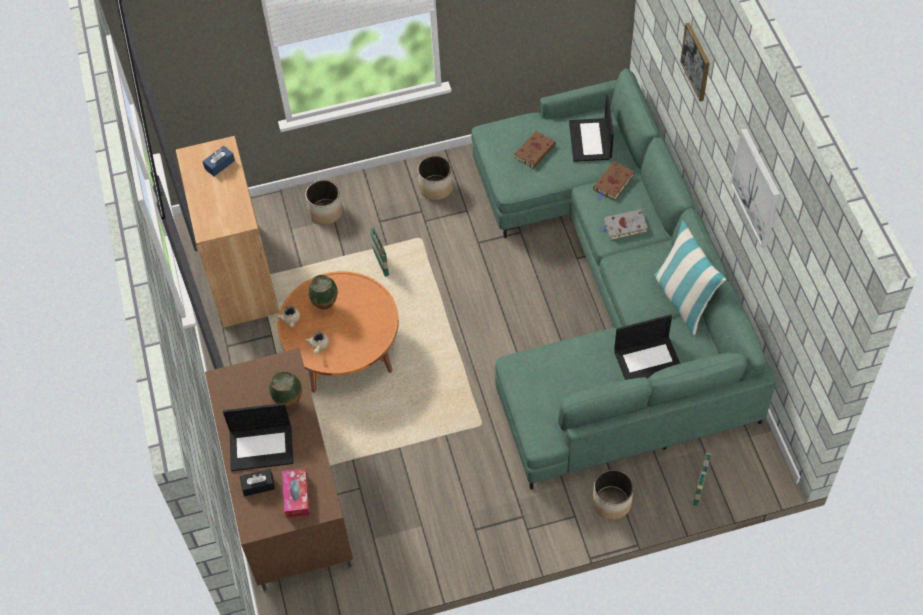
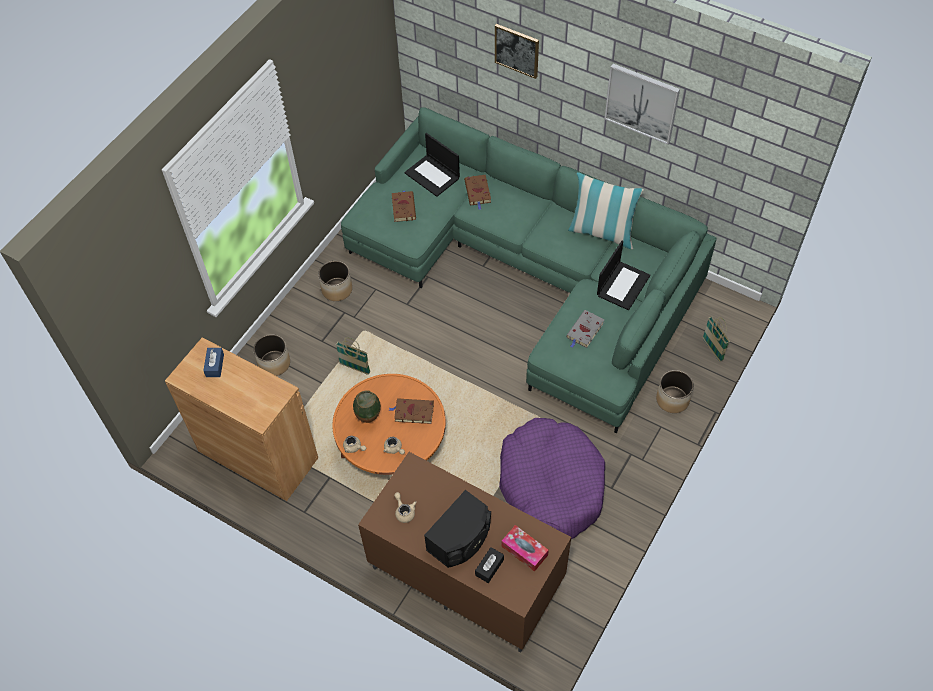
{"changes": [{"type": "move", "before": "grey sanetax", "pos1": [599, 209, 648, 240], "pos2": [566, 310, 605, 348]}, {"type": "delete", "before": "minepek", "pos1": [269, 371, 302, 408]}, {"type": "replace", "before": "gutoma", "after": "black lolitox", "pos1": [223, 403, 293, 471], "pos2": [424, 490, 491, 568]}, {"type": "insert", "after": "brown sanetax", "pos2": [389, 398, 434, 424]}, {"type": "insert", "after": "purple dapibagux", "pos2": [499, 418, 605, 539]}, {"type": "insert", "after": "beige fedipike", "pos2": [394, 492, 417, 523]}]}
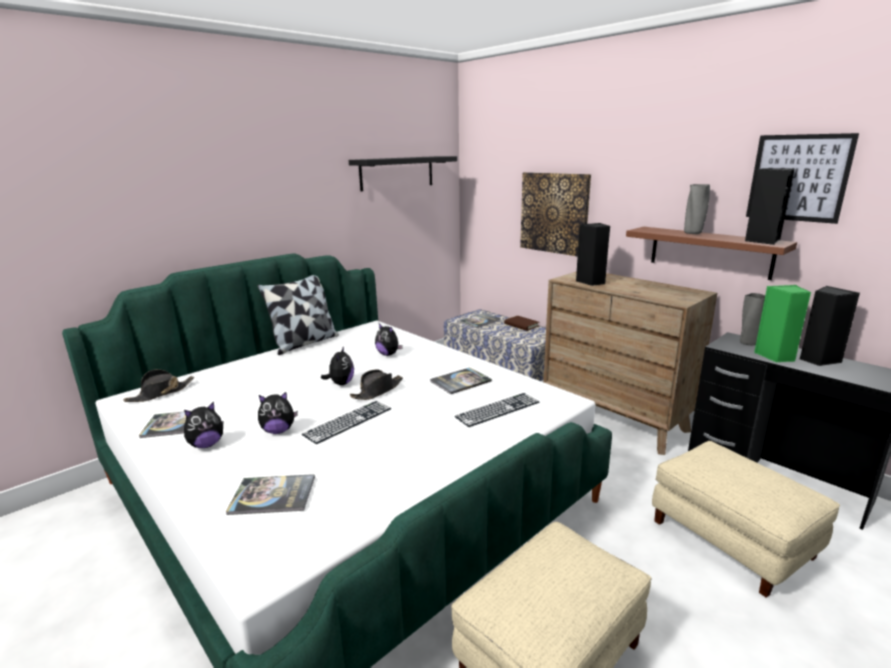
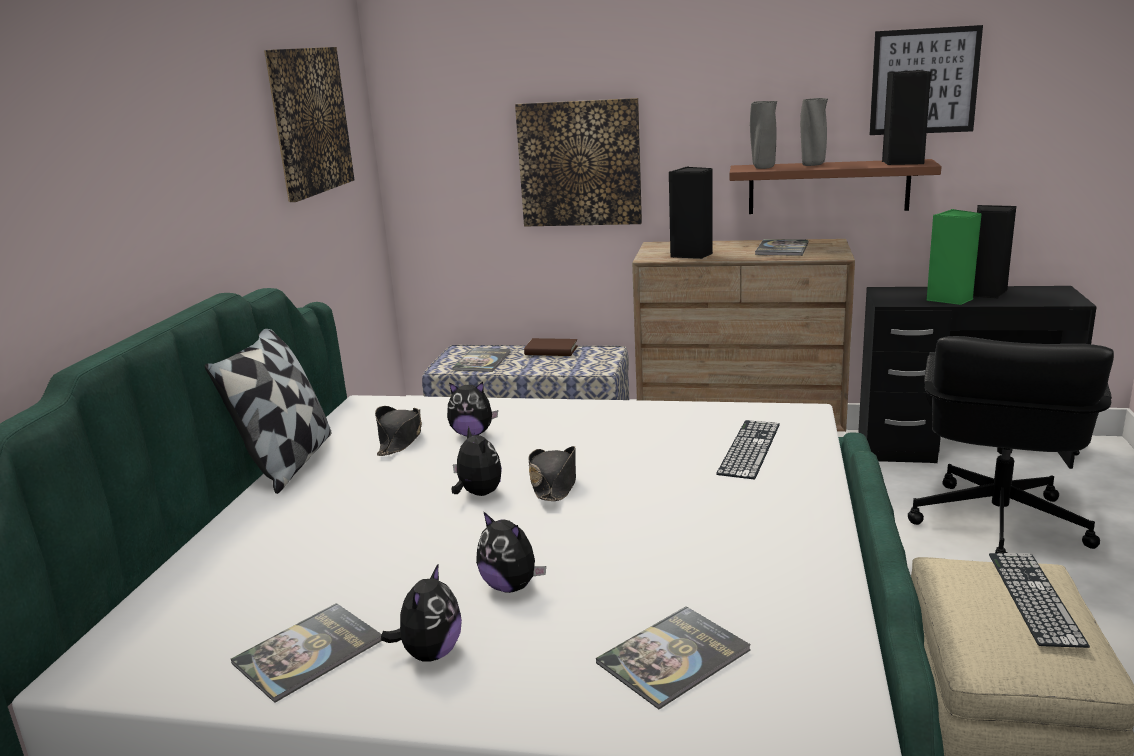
{"changes": [{"type": "replace", "before": "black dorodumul", "after": "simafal", "pos1": [349, 156, 457, 191], "pos2": [264, 47, 354, 202]}, {"type": "move", "before": "grey minepek", "pos1": [740, 293, 765, 345], "pos2": [750, 101, 777, 169]}, {"type": "move", "before": "sanetax", "pos1": [430, 367, 492, 394], "pos2": [755, 239, 809, 256]}, {"type": "move", "before": "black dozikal", "pos1": [123, 369, 194, 402], "pos2": [375, 406, 422, 456]}, {"type": "rotate", "before": "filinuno", "pos1": [258, 392, 298, 434], "pos2": [476, 511, 546, 593], "turn": 90}, {"type": "move", "before": "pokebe", "pos1": [302, 401, 391, 444], "pos2": [989, 553, 1090, 648]}, {"type": "replace", "before": "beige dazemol", "after": "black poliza", "pos1": [652, 441, 840, 598], "pos2": [908, 336, 1114, 553]}]}
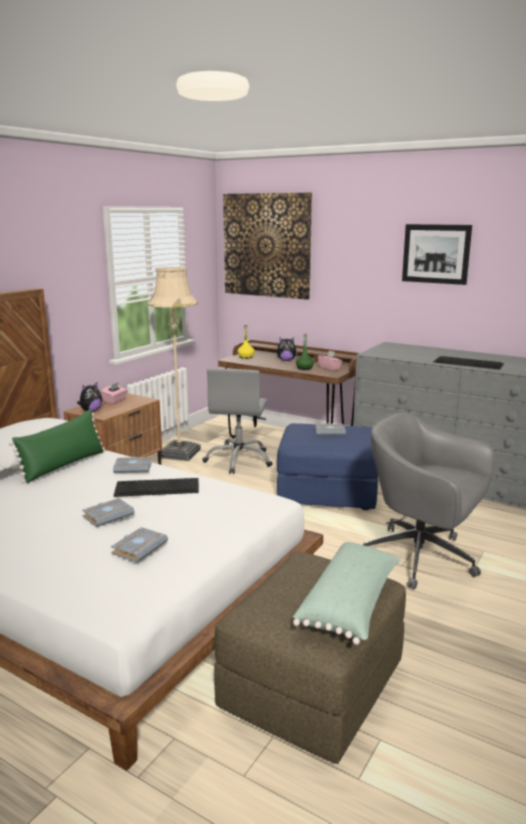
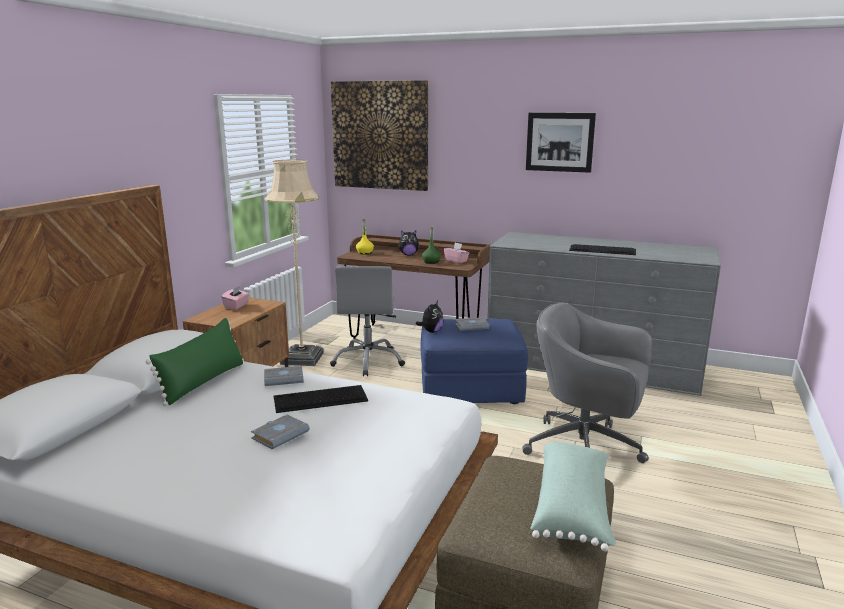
{"changes": [{"type": "move", "before": "filinuno", "pos1": [77, 382, 102, 412], "pos2": [416, 301, 443, 333]}, {"type": "delete", "before": "grey sanetax", "pos1": [111, 527, 168, 562]}]}
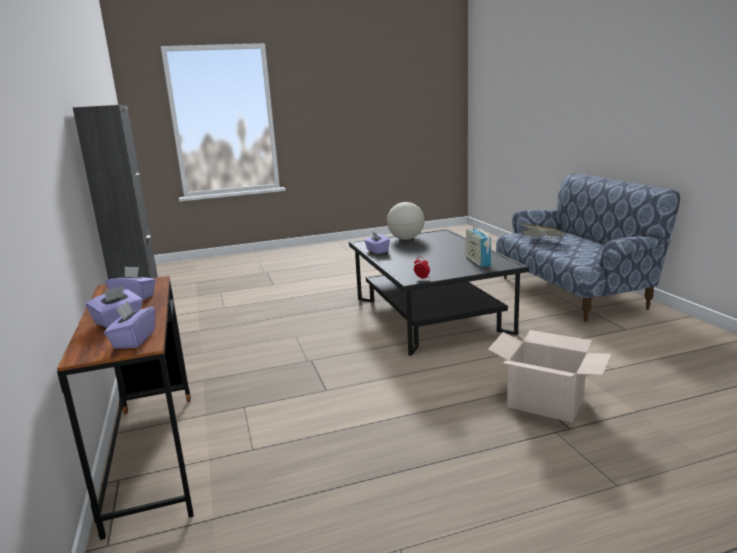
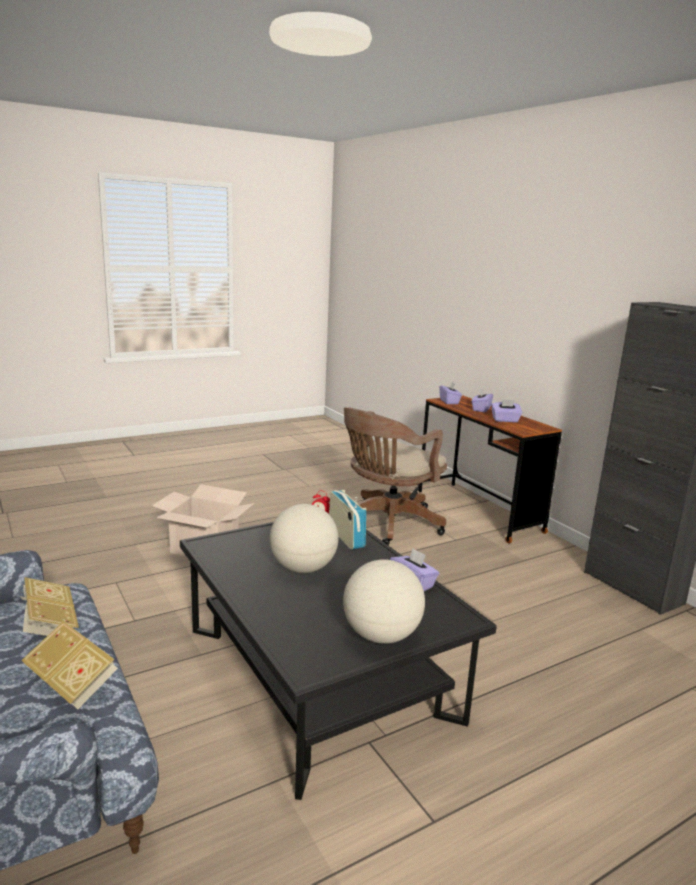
{"changes": [{"type": "move", "before": "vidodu", "pos1": [465, 223, 492, 268], "pos2": [329, 490, 366, 550]}, {"type": "insert", "after": "brown poliza", "pos2": [344, 407, 447, 545]}, {"type": "insert", "after": "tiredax", "pos2": [270, 504, 338, 573]}, {"type": "insert", "after": "sanetax", "pos2": [20, 577, 79, 636]}]}
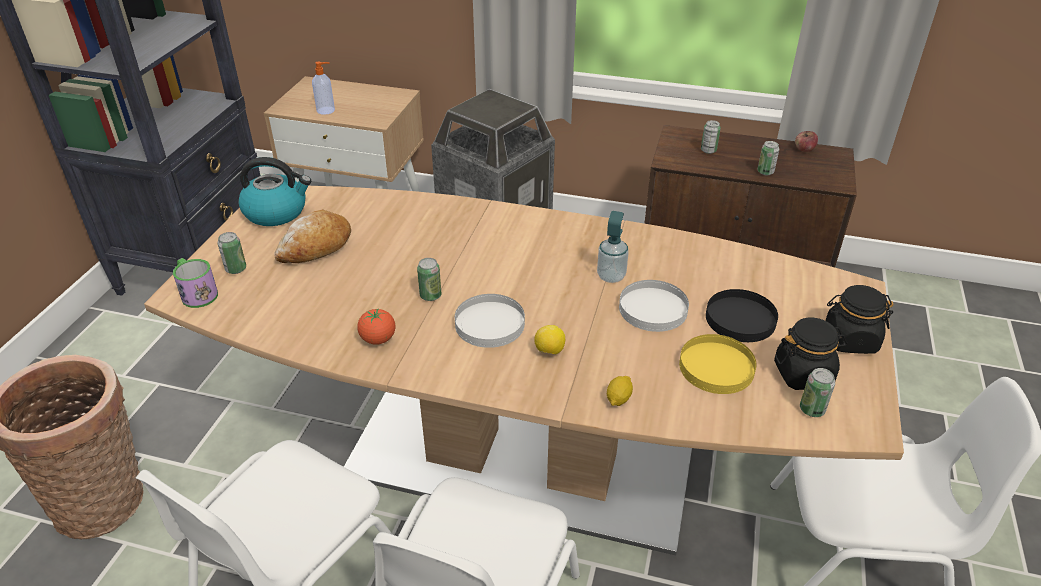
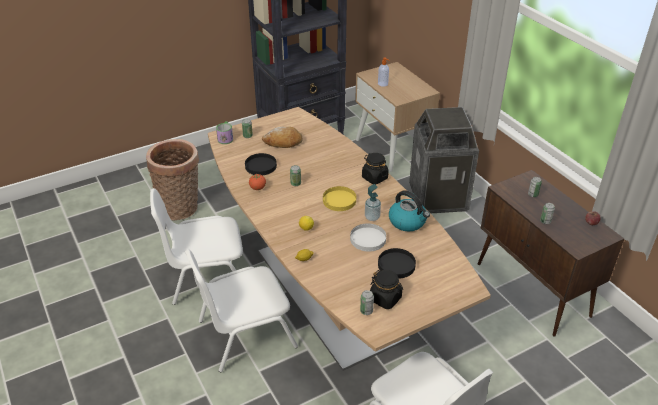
{"changes": [{"type": "move", "before": "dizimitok", "pos1": [238, 157, 311, 226], "pos2": [389, 190, 430, 231]}, {"type": "move", "before": "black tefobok", "pos1": [825, 285, 893, 354], "pos2": [362, 153, 389, 184]}, {"type": "delete", "before": "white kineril", "pos1": [455, 294, 525, 348]}, {"type": "move", "before": "yellow kineril", "pos1": [679, 334, 757, 394], "pos2": [323, 186, 356, 211]}, {"type": "insert", "after": "black kineril", "pos2": [245, 153, 277, 176]}]}
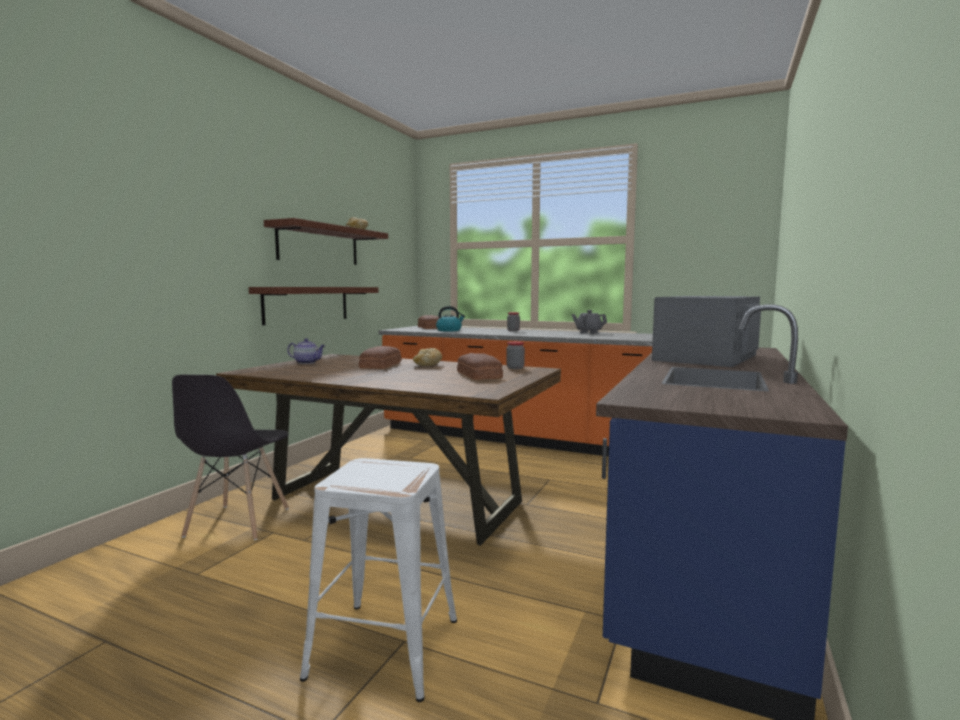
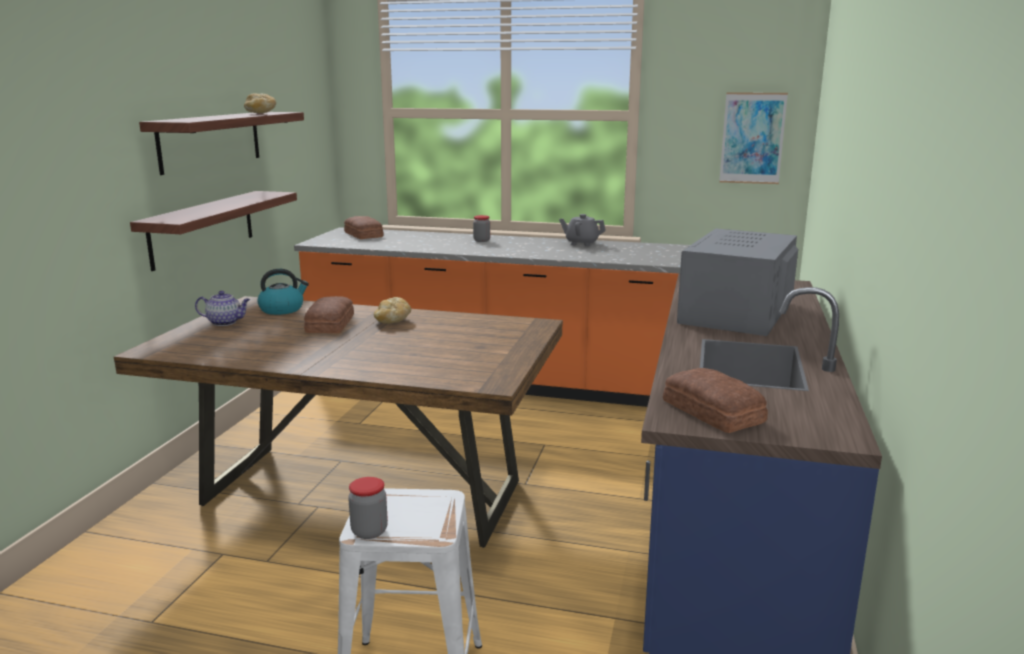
{"changes": [{"type": "move", "before": "dizimitok", "pos1": [436, 306, 465, 331], "pos2": [257, 269, 309, 315]}, {"type": "move", "before": "tefobok", "pos1": [506, 341, 525, 369], "pos2": [348, 477, 388, 539]}, {"type": "move", "before": "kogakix", "pos1": [457, 353, 503, 380], "pos2": [663, 368, 768, 433]}, {"type": "delete", "before": "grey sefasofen", "pos1": [172, 375, 289, 540]}, {"type": "insert", "after": "simafal", "pos2": [719, 92, 788, 184]}]}
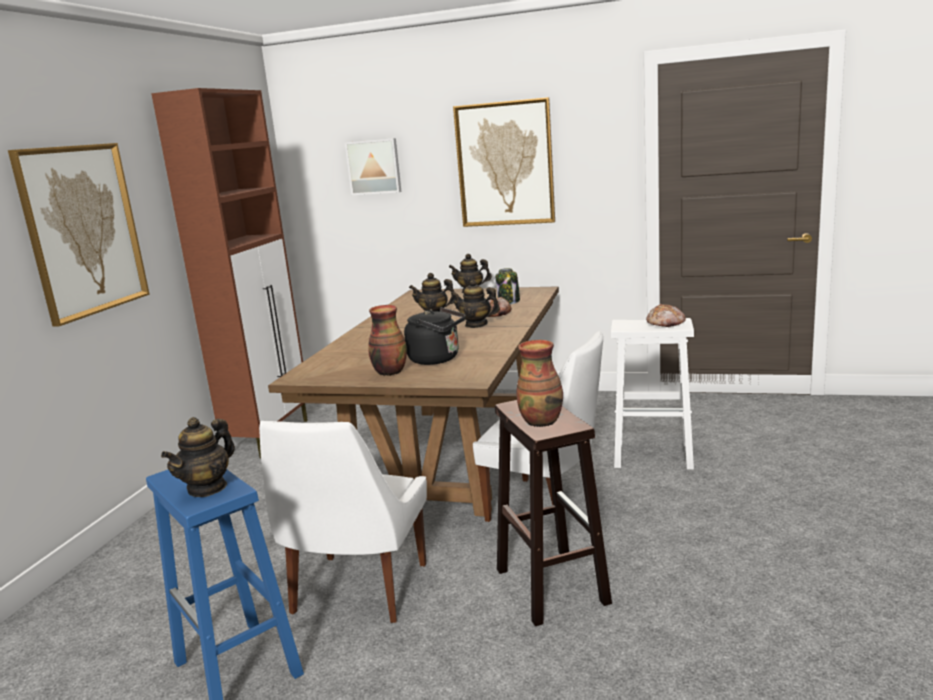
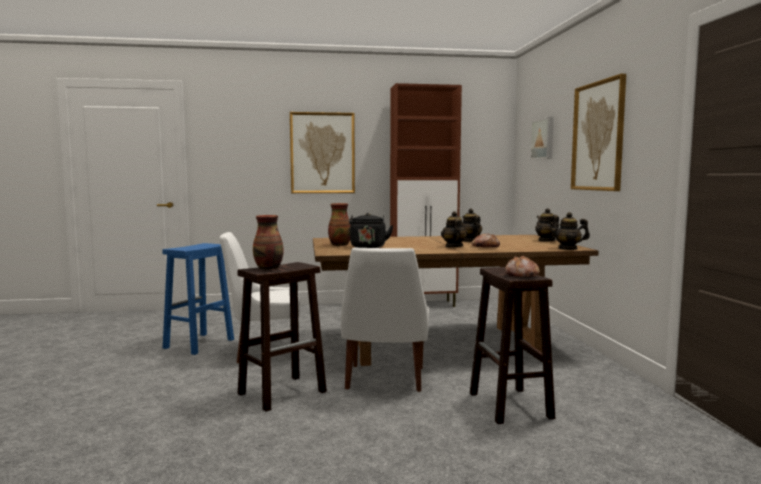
{"changes": [{"type": "delete", "before": "tefobok", "pos1": [495, 268, 520, 304]}, {"type": "recolor", "before": "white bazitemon", "after": "brown bazitemon", "pos1": [611, 318, 694, 470], "pos2": [470, 267, 555, 424]}, {"type": "move", "before": "fedipike", "pos1": [161, 417, 235, 497], "pos2": [549, 212, 590, 250]}]}
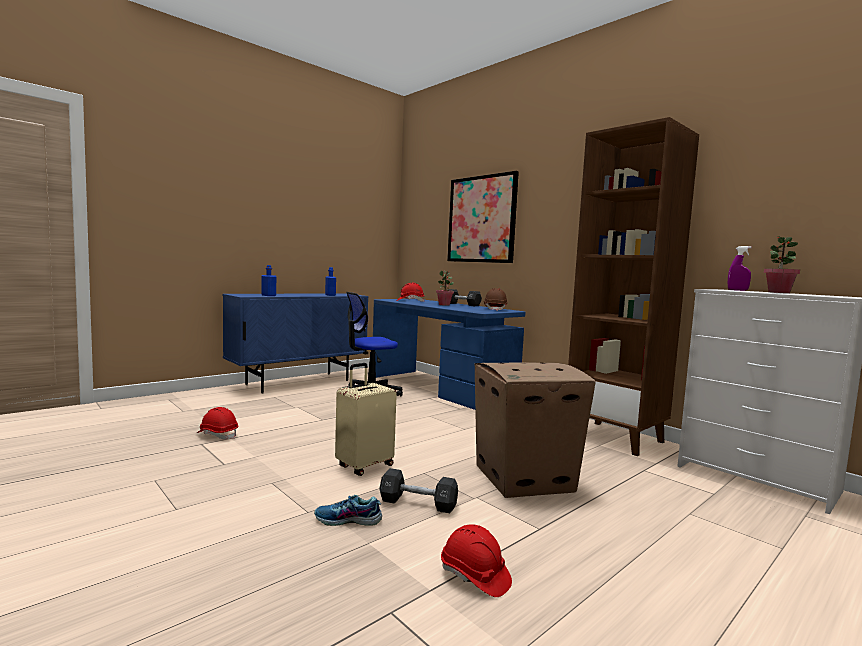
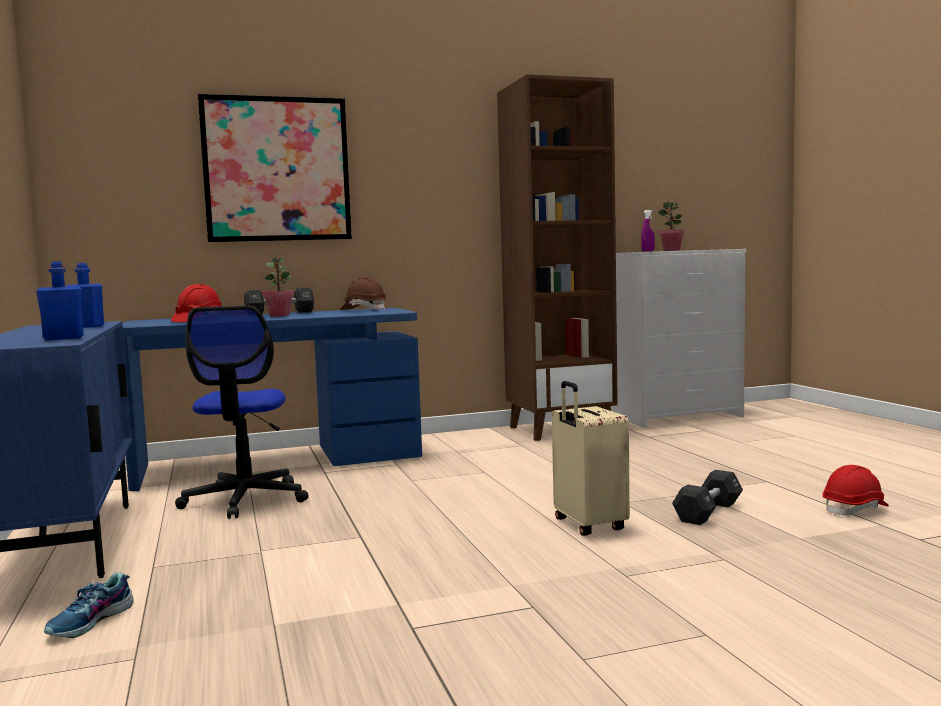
{"changes": [{"type": "delete", "before": "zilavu", "pos1": [475, 363, 596, 498]}, {"type": "delete", "before": "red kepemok", "pos1": [197, 407, 238, 439]}, {"type": "move", "before": "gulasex", "pos1": [314, 495, 382, 526], "pos2": [44, 572, 134, 638]}]}
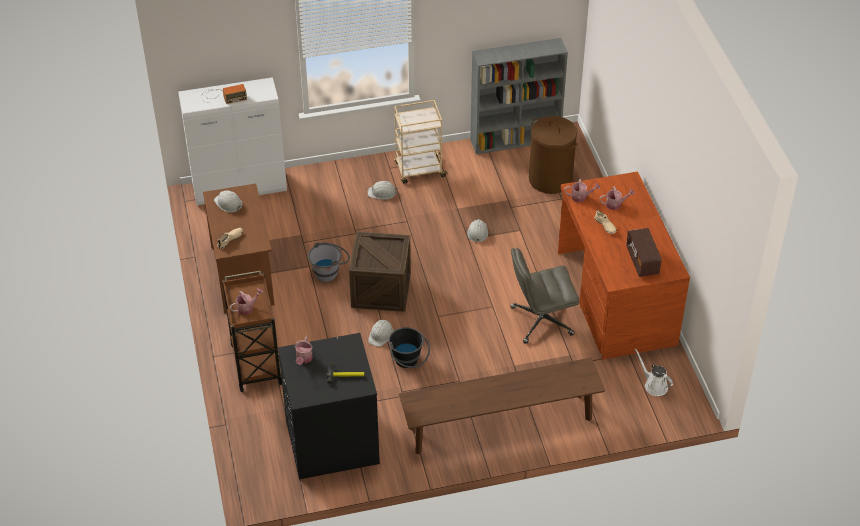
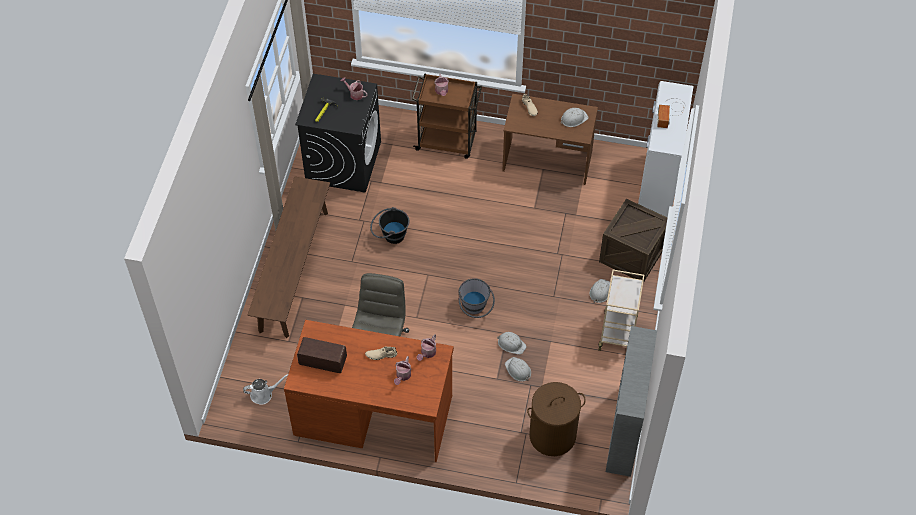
{"changes": [{"type": "move", "before": "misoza", "pos1": [349, 232, 411, 312], "pos2": [599, 199, 667, 283]}, {"type": "move", "before": "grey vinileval", "pos1": [308, 242, 350, 282], "pos2": [459, 278, 495, 318]}, {"type": "move", "before": "white kepemok", "pos1": [368, 320, 394, 347], "pos2": [505, 357, 531, 381]}]}
